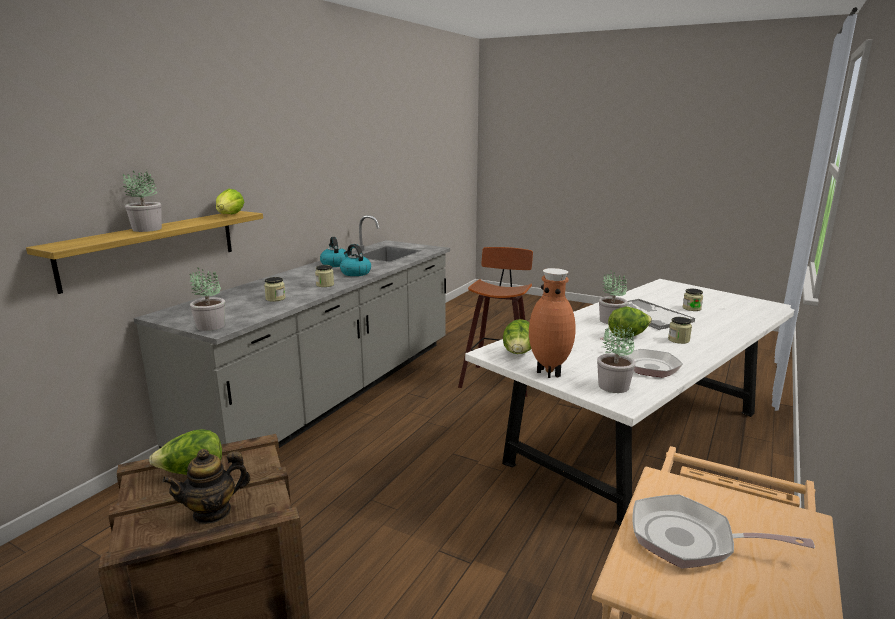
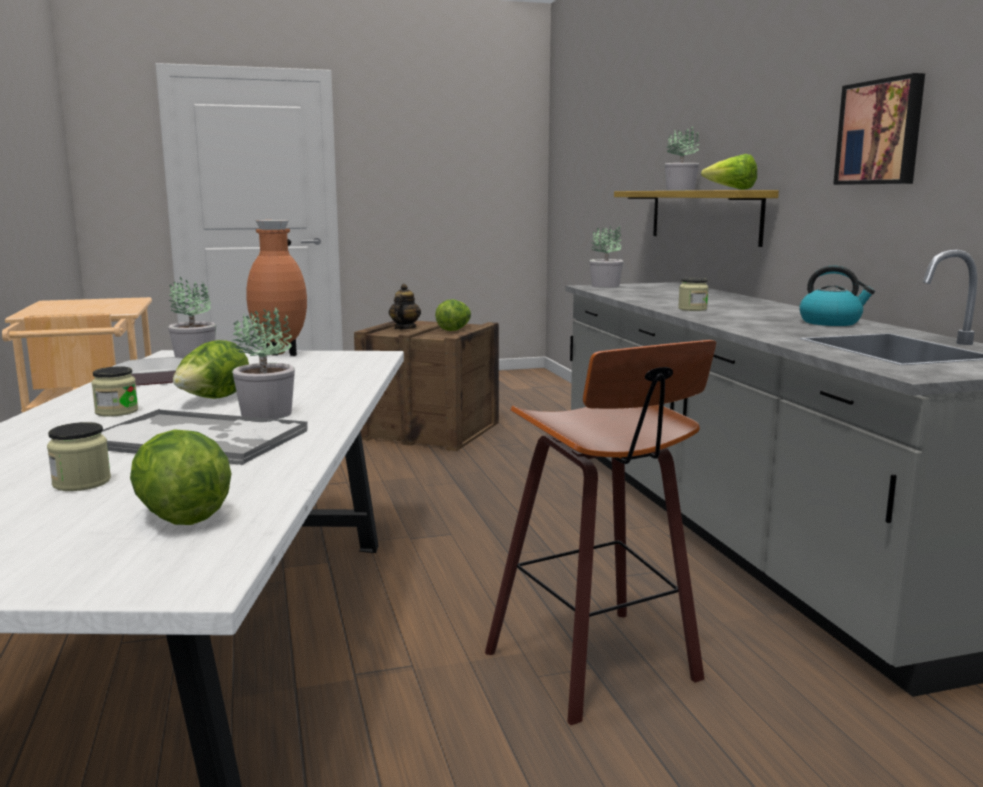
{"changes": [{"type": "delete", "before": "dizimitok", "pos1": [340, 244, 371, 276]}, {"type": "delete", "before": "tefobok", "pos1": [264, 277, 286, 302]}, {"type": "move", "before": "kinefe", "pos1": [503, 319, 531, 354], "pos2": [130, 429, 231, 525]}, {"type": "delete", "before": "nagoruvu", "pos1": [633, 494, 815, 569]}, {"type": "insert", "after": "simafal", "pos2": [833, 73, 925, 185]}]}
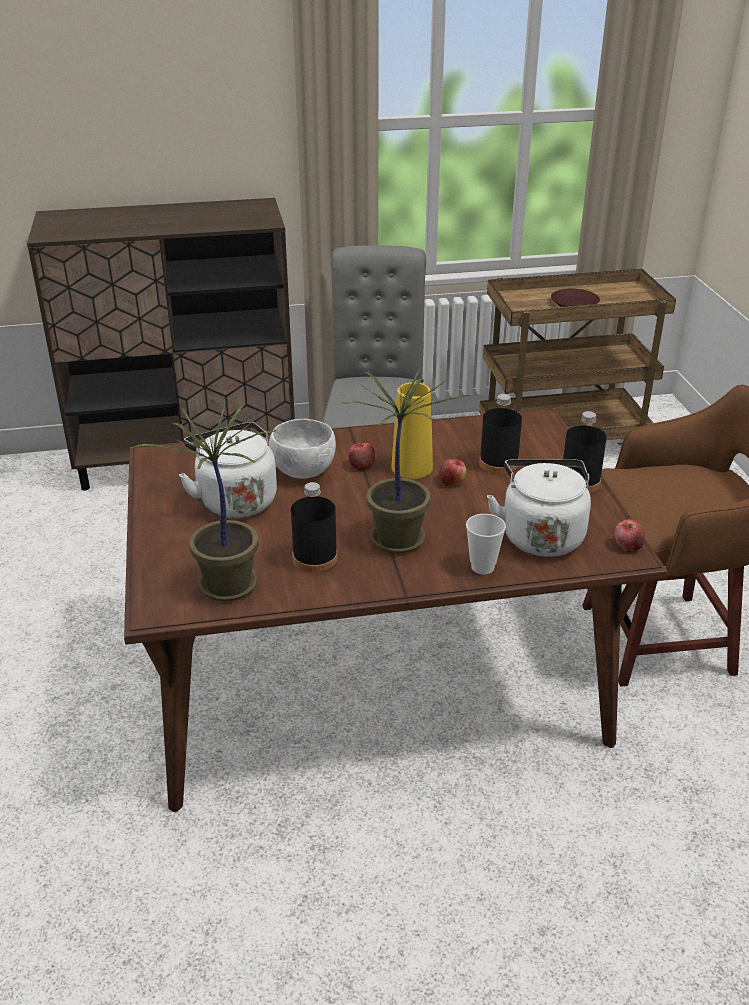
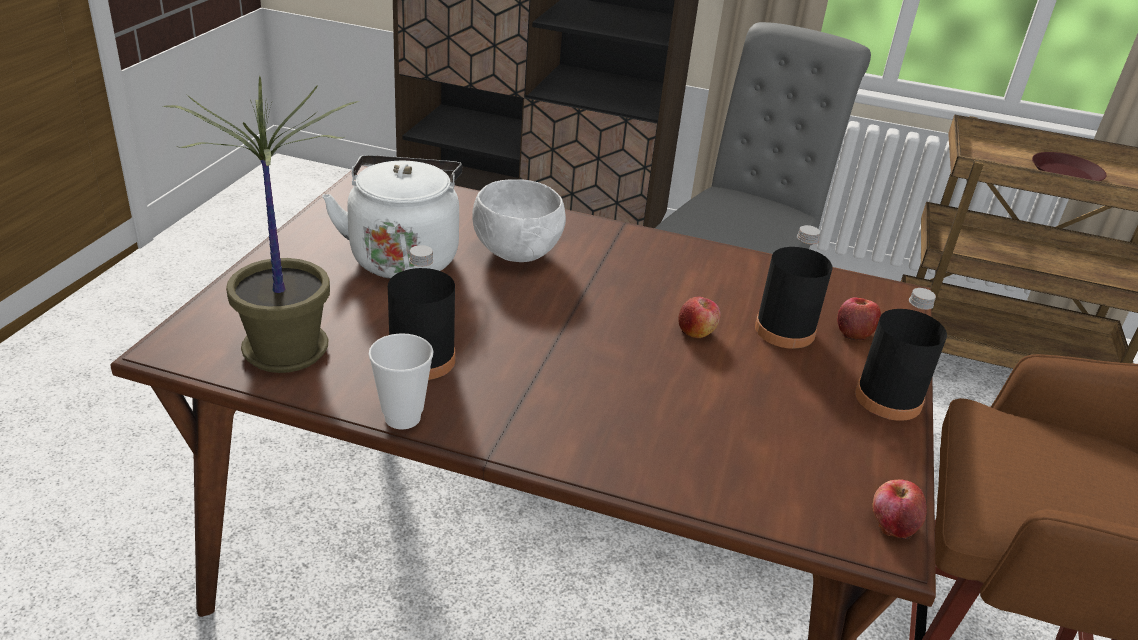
{"changes": [{"type": "delete", "before": "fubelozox", "pos1": [342, 366, 471, 554]}, {"type": "delete", "before": "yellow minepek", "pos1": [391, 382, 433, 479]}, {"type": "move", "before": "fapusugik", "pos1": [348, 443, 375, 472], "pos2": [837, 297, 881, 341]}, {"type": "delete", "before": "white dizimitok", "pos1": [487, 459, 591, 557]}, {"type": "move", "before": "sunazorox", "pos1": [466, 514, 506, 574], "pos2": [368, 333, 433, 429]}]}
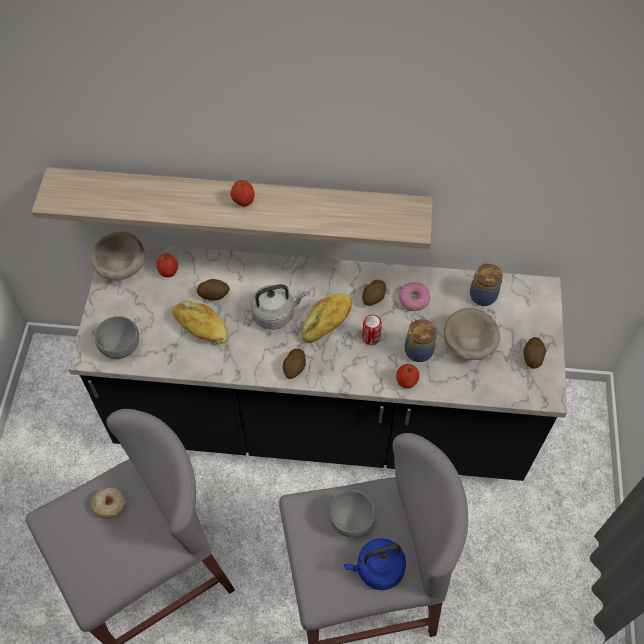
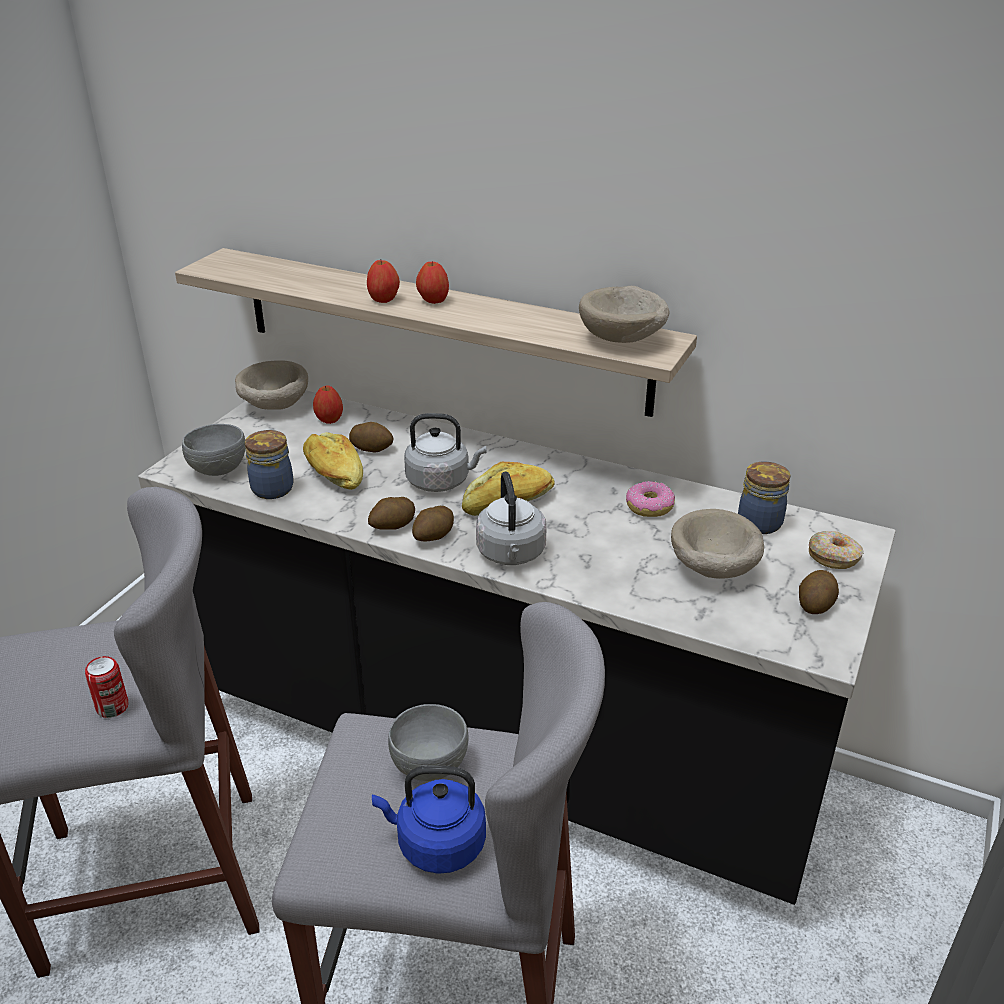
{"changes": [{"type": "move", "before": "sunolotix", "pos1": [362, 280, 386, 306], "pos2": [368, 497, 415, 530]}, {"type": "move", "before": "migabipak", "pos1": [362, 315, 382, 345], "pos2": [85, 656, 128, 718]}, {"type": "move", "before": "tefobok", "pos1": [405, 318, 437, 362], "pos2": [245, 430, 294, 499]}, {"type": "move", "before": "fapusugik", "pos1": [396, 364, 419, 389], "pos2": [367, 260, 400, 303]}, {"type": "move", "before": "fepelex", "pos1": [90, 487, 125, 519], "pos2": [809, 531, 864, 569]}, {"type": "insert", "after": "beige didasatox", "pos2": [579, 286, 669, 343]}, {"type": "insert", "after": "grey dizimitok", "pos2": [476, 471, 546, 565]}]}
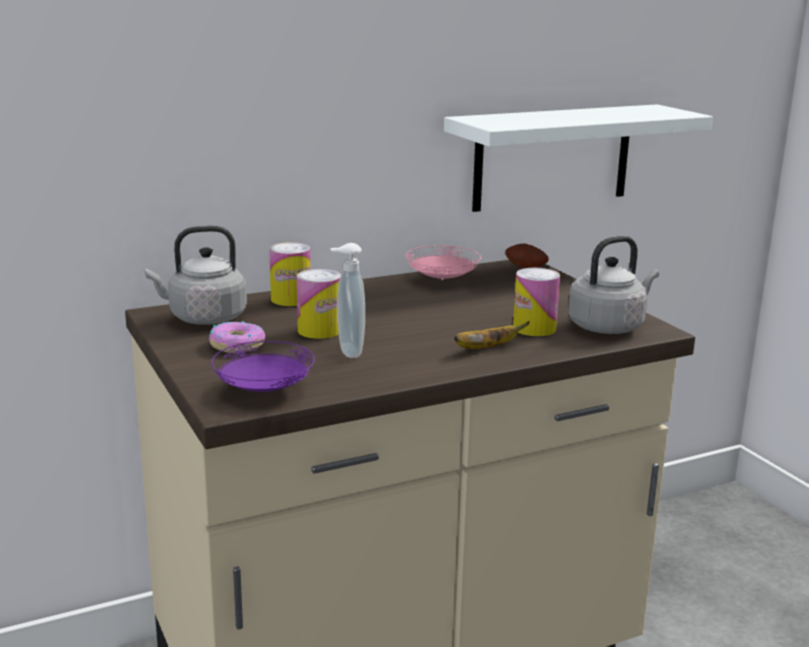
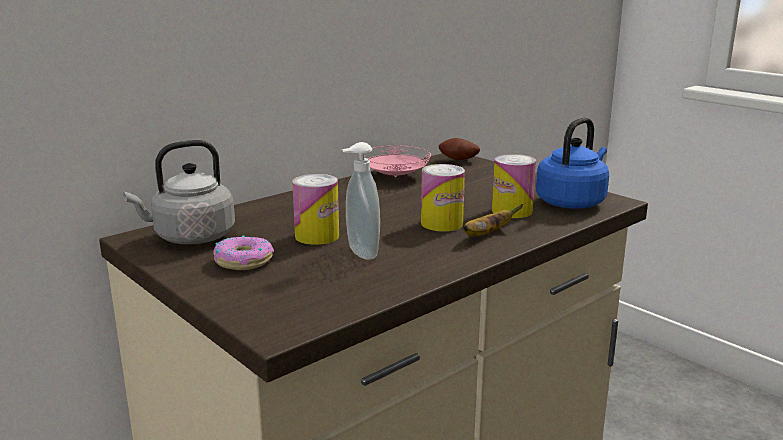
{"changes": [{"type": "delete", "before": "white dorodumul", "pos1": [444, 104, 713, 212]}, {"type": "recolor", "before": "grey dizimitok", "after": "blue dizimitok", "pos1": [568, 236, 659, 334], "pos2": [536, 117, 609, 209]}, {"type": "move", "before": "migabipak", "pos1": [269, 242, 311, 306], "pos2": [421, 164, 465, 232]}, {"type": "delete", "before": "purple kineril", "pos1": [211, 341, 315, 392]}]}
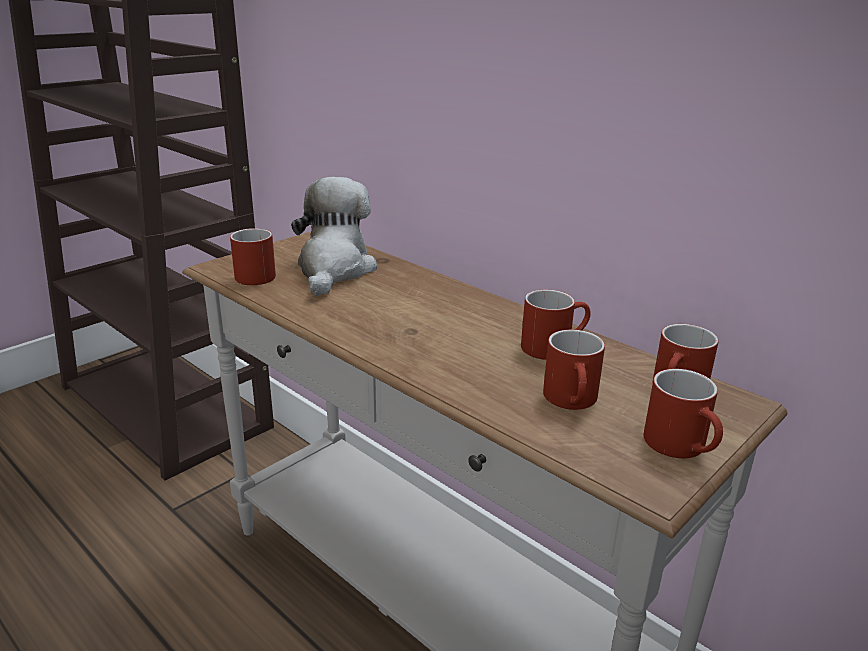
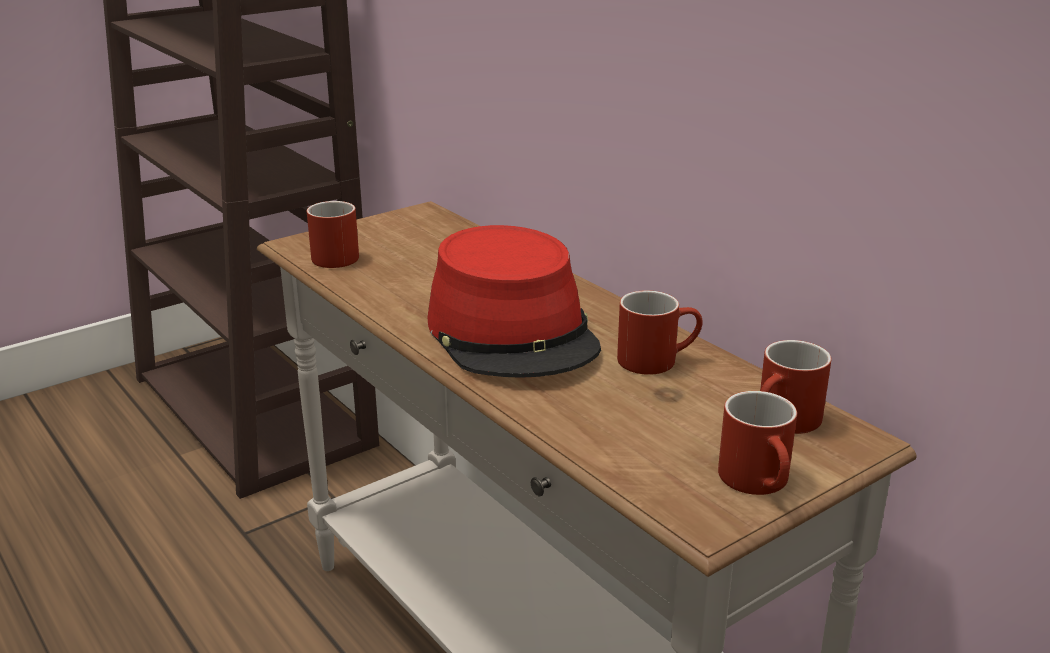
{"changes": [{"type": "delete", "before": "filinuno", "pos1": [291, 177, 377, 296]}, {"type": "delete", "before": "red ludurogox", "pos1": [543, 330, 605, 410]}, {"type": "insert", "after": "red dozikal", "pos2": [428, 225, 601, 378]}]}
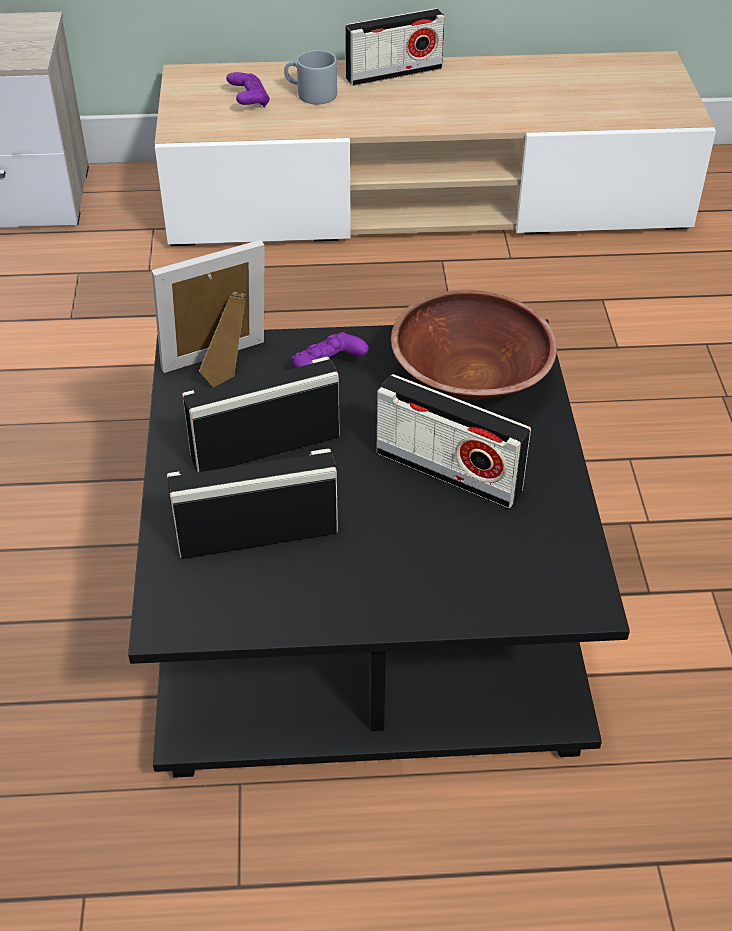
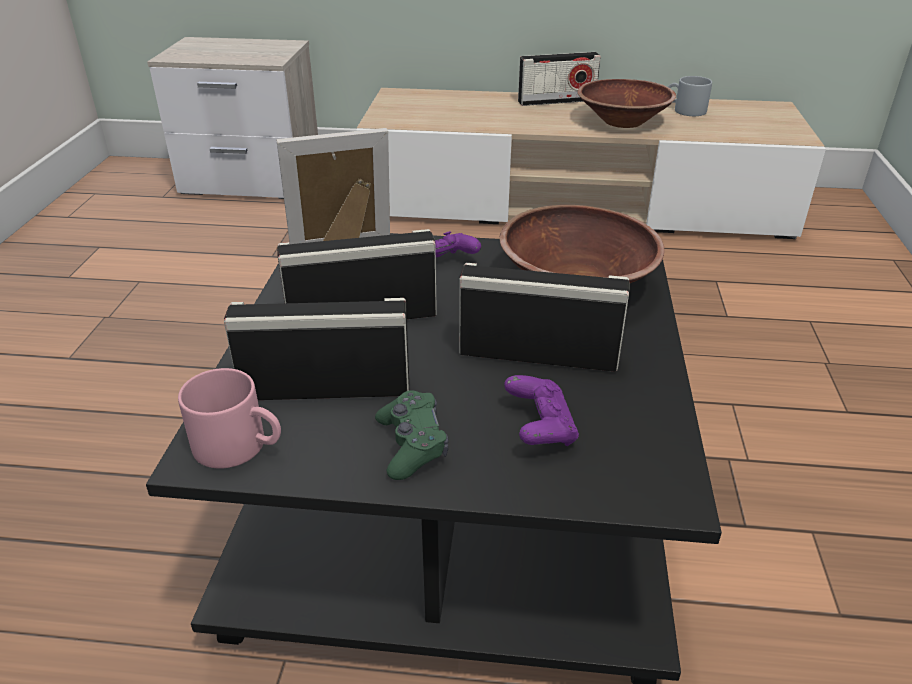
{"changes": [{"type": "move", "before": "grey ludurogox", "pos1": [284, 50, 337, 104], "pos2": [668, 76, 712, 116]}, {"type": "move", "before": "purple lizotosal", "pos1": [226, 72, 270, 107], "pos2": [504, 375, 579, 446]}, {"type": "rotate", "before": "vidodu", "pos1": [377, 374, 531, 508], "pos2": [459, 263, 630, 372], "turn": 150}, {"type": "insert", "after": "brown didasatox", "pos2": [578, 79, 676, 128]}, {"type": "insert", "after": "pink ludurogox", "pos2": [178, 368, 281, 469]}, {"type": "insert", "after": "green lizotosal", "pos2": [375, 390, 449, 480]}]}
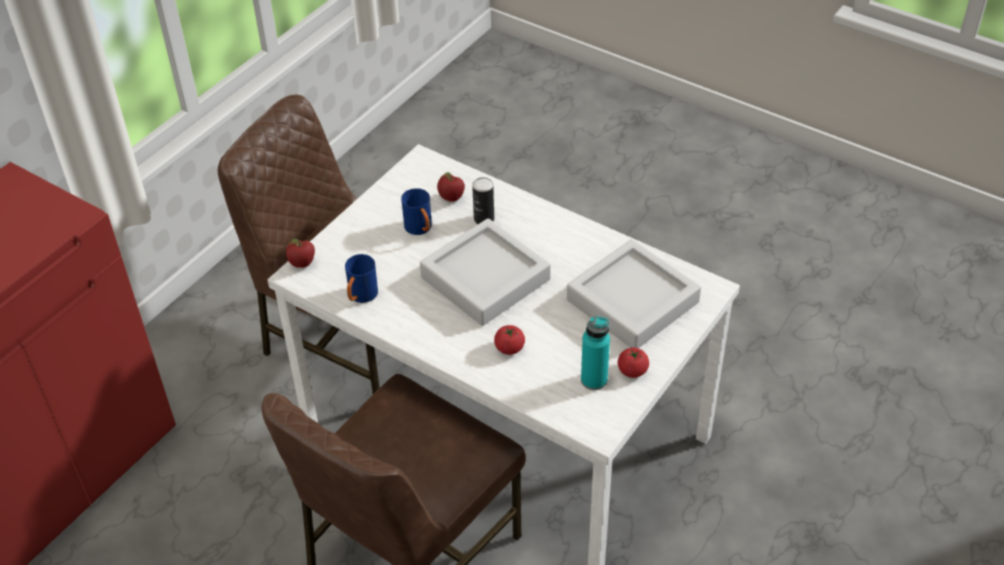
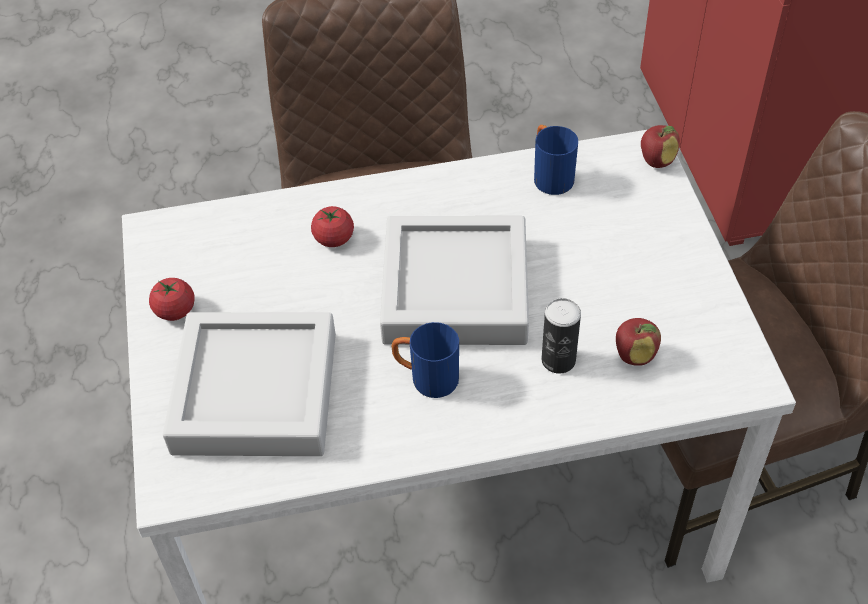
{"changes": [{"type": "move", "before": "blue ludurogox", "pos1": [401, 188, 432, 235], "pos2": [392, 322, 459, 398]}, {"type": "delete", "before": "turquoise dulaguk", "pos1": [581, 316, 610, 390]}]}
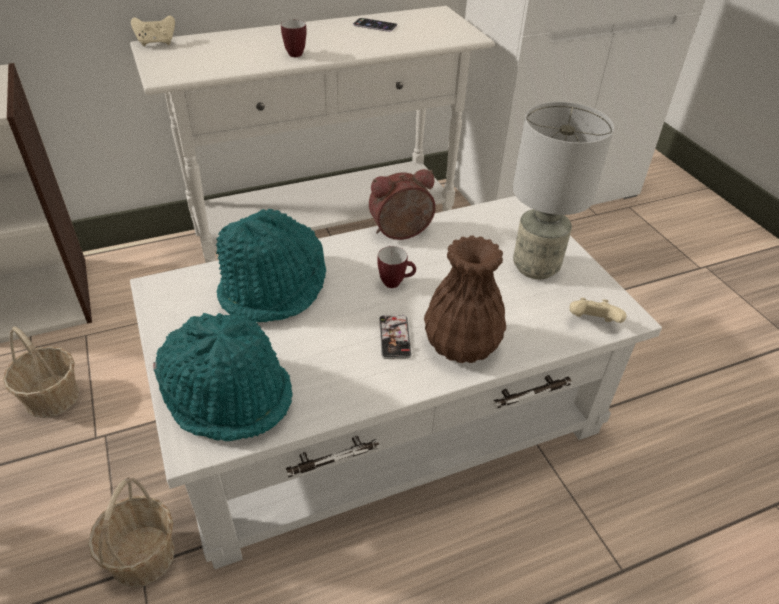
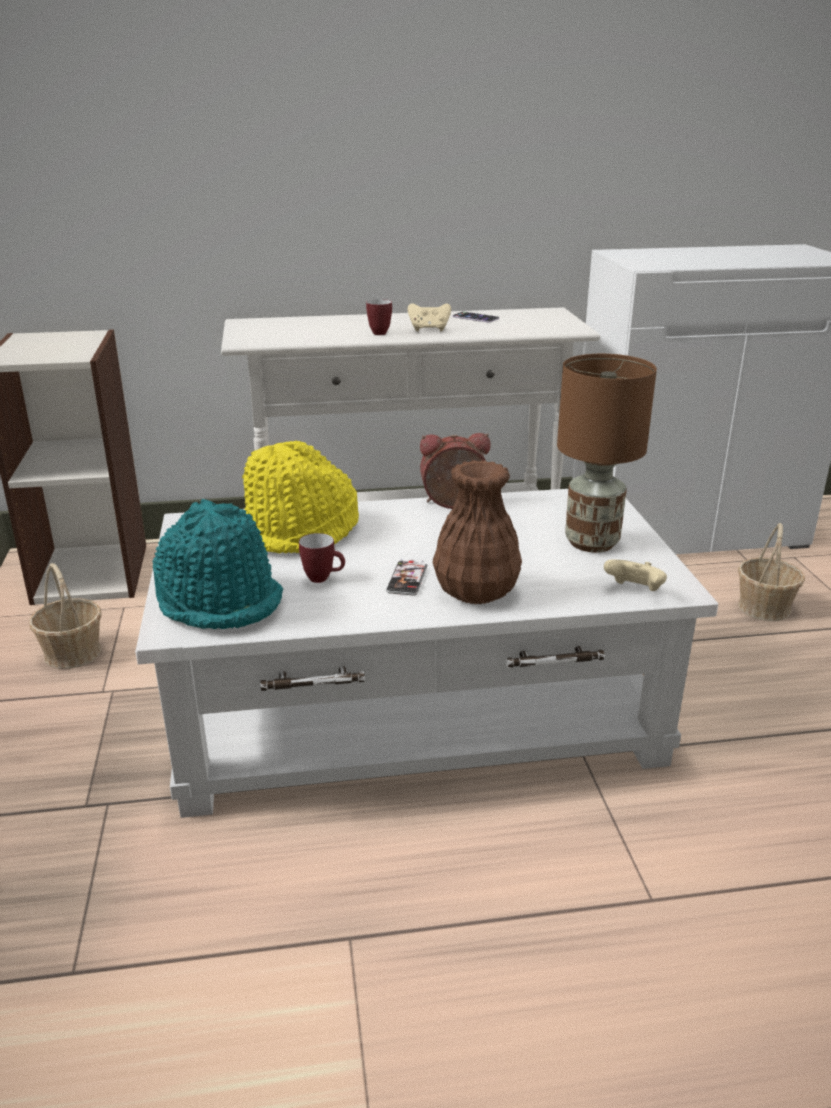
{"changes": [{"type": "move", "before": "beige lizotosal", "pos1": [131, 15, 175, 46], "pos2": [408, 303, 451, 331]}, {"type": "recolor", "before": "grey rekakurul", "after": "brown rekakurul", "pos1": [513, 102, 614, 279], "pos2": [557, 354, 657, 552]}, {"type": "recolor", "before": "turquoise dozikal", "after": "yellow dozikal", "pos1": [216, 209, 326, 322], "pos2": [242, 440, 359, 554]}, {"type": "move", "before": "ludurogox", "pos1": [377, 246, 416, 288], "pos2": [299, 533, 345, 583]}, {"type": "move", "before": "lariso", "pos1": [88, 477, 175, 587], "pos2": [738, 523, 805, 621]}]}
